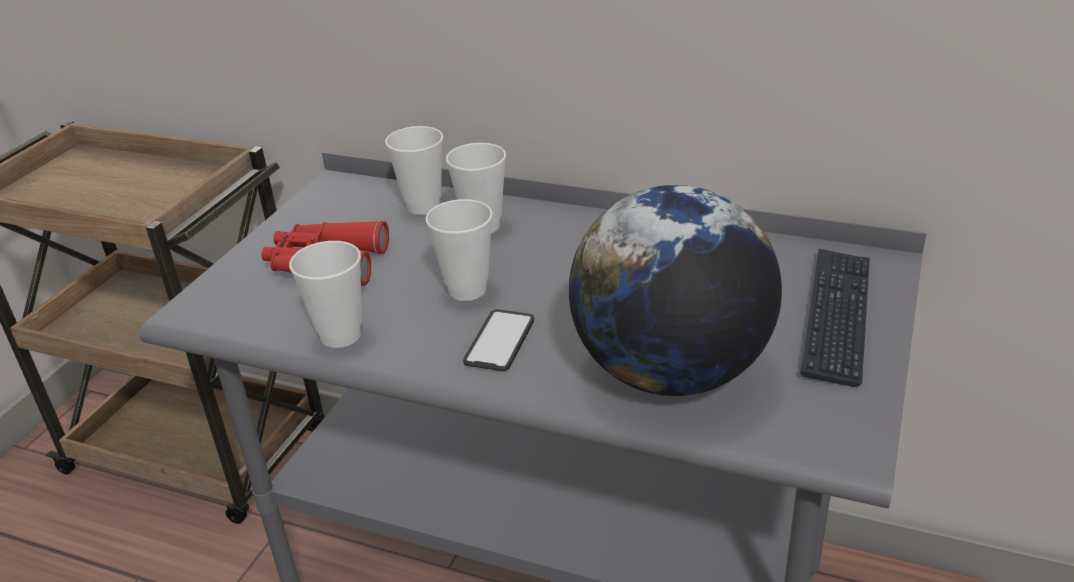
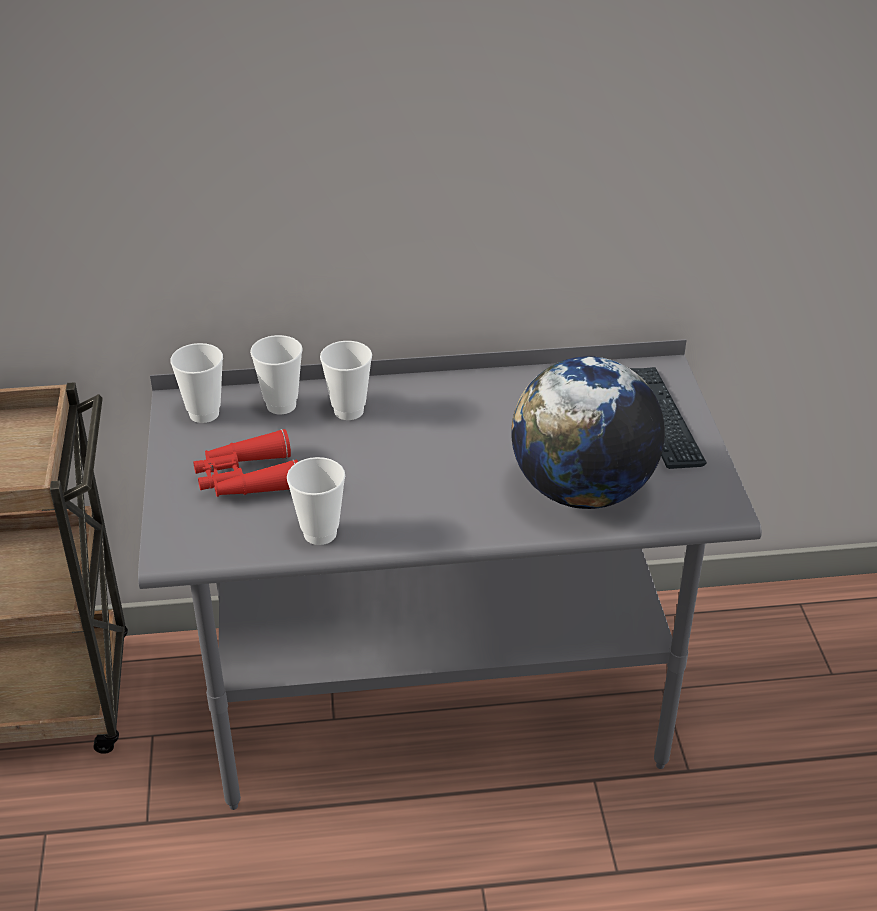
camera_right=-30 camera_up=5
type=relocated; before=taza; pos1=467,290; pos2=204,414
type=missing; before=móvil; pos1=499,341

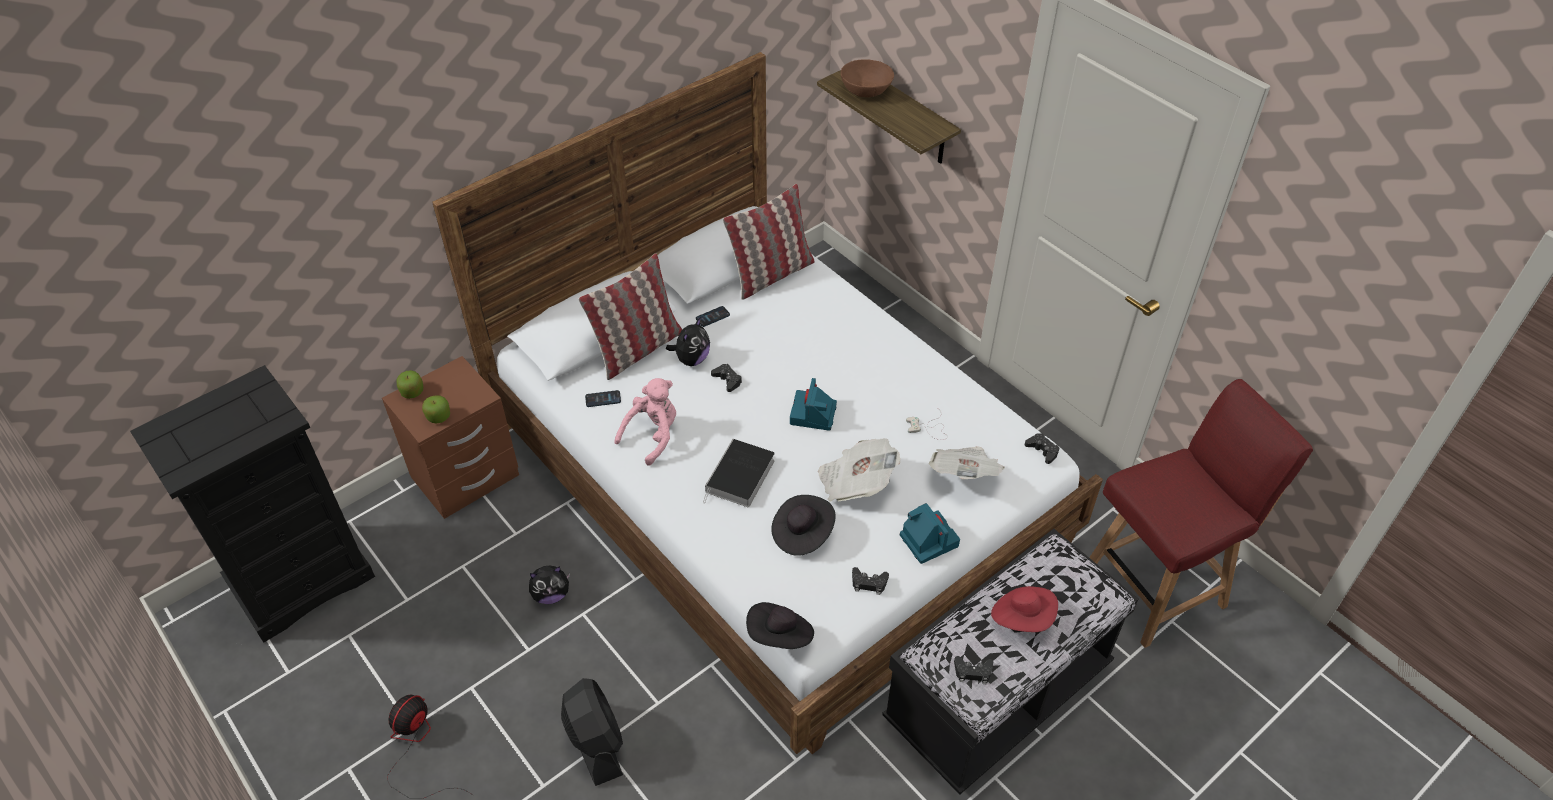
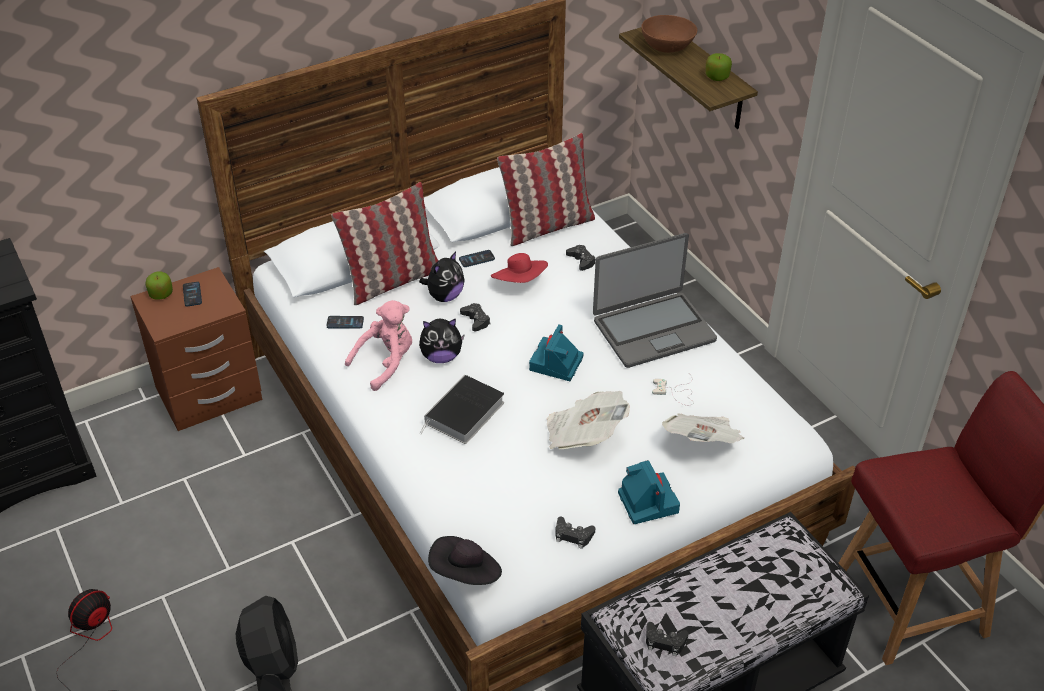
camera_right=10 camera_up=-5
type=relocated; before=manzana; pos1=438,416; pos2=717,77
type=relocated; before=mando de consola (negro); pos1=1042,450; pos2=581,260
type=missing; before=sombrero (negro); pos1=802,533
type=relocated; before=peluche; pos1=551,594; pos2=441,357
type=relocated; before=sombrero (rojo); pos1=1022,617; pos2=520,282
type=appeared; after=portátil; pos2=653,330
type=appeared; after=móvil; pos2=192,294

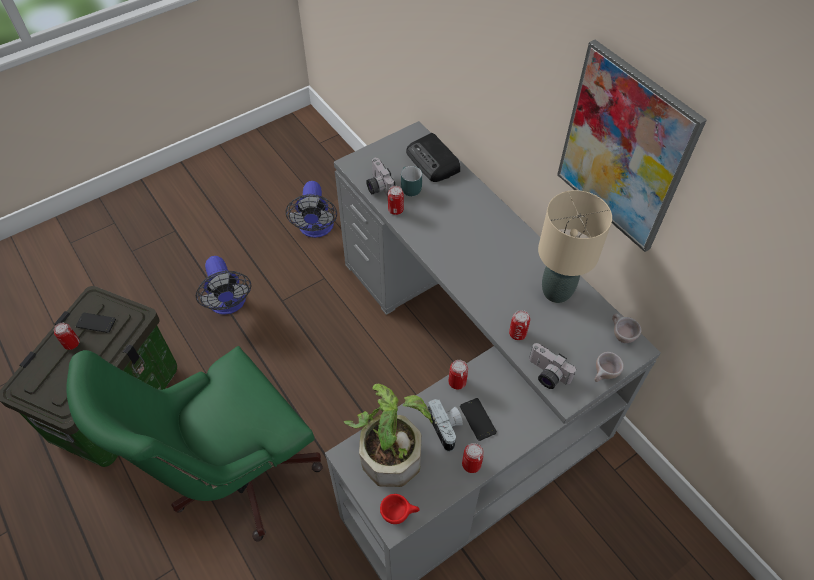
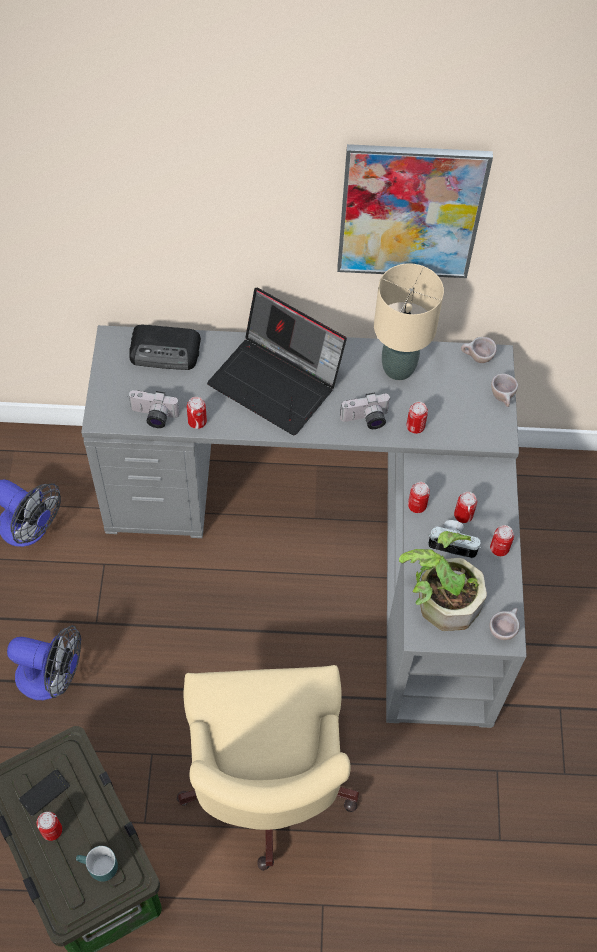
camera_right=-55 camera_up=5
type=relocated; before=taza grande (turquesa); pos1=408,188; pos2=98,869
type=relocated; before=cámara; pos1=546,374; pos2=366,420
type=colour; before=silla de oficina (verde); after=silla de oficina (beis); pos1=235,473; pos2=265,790
type=exchanged; before=móvil; after=lata; pos1=477,419; pos2=463,515
type=colour; before=taza (rojo); after=taza (beis); pos1=399,514; pos2=503,629
type=appeared; after=portátil; pos2=277,382

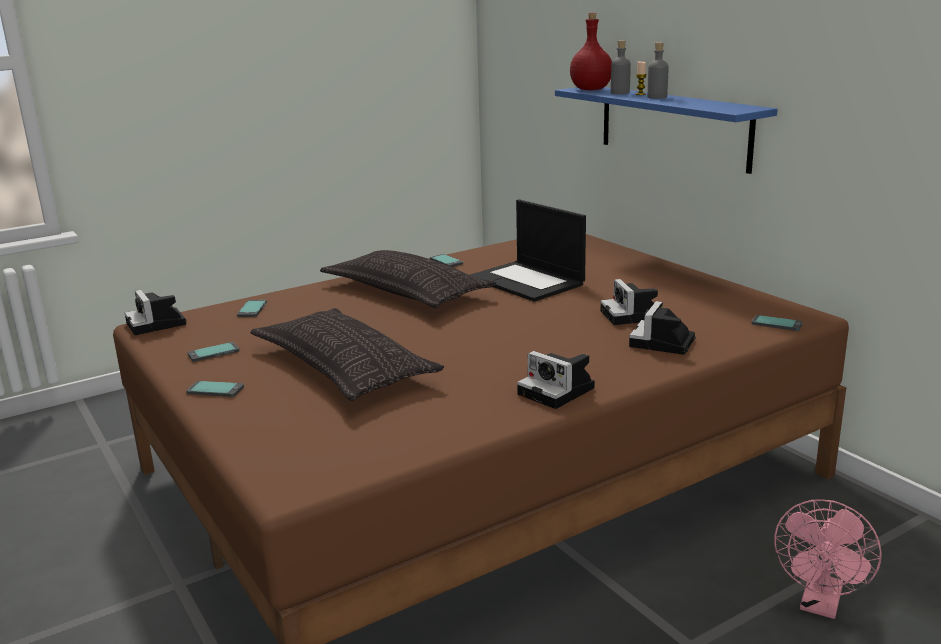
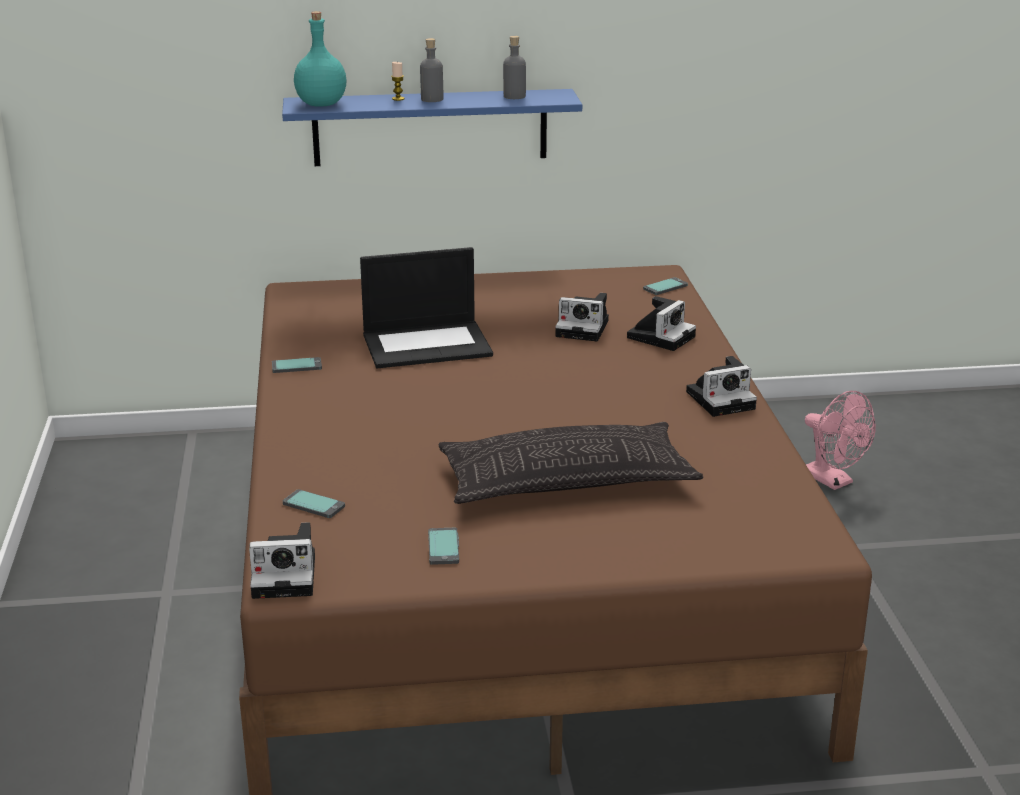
camera_right=-65 camera_up=5
type=colour; before=botella (rojo); after=botella (turquesa); pos1=591,89; pos2=321,104
type=relocated; before=botella (gris); pos1=620,93; pos2=514,96
type=missing; before=cojín; pos1=406,291
type=spun; before=cámara; pos1=662,343; pos2=661,336; turn=-105
type=missing; before=móvil; pos1=215,390

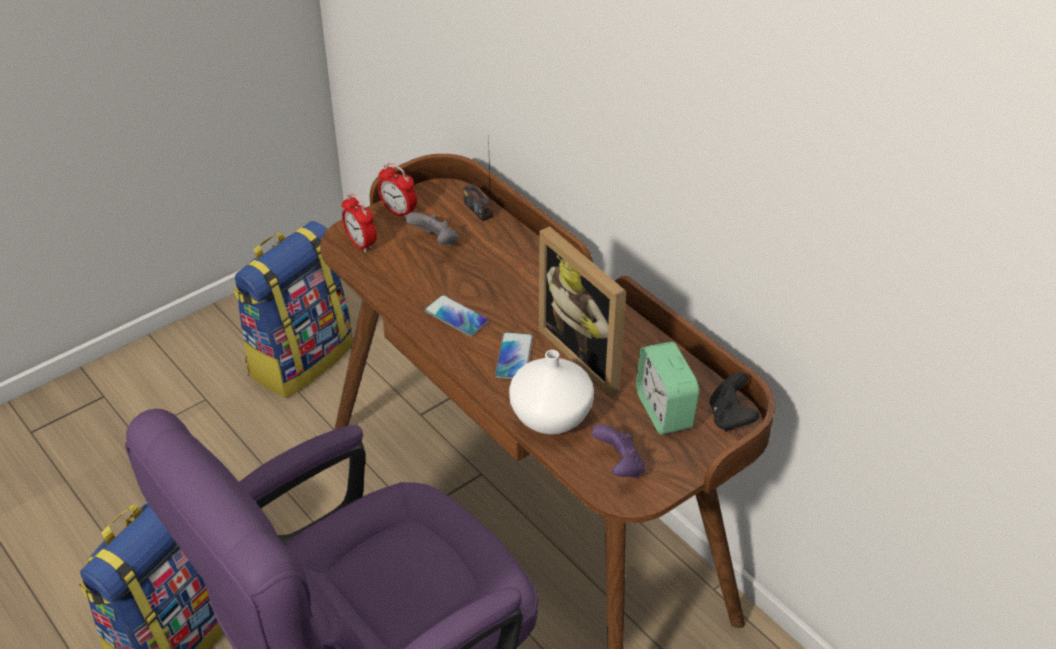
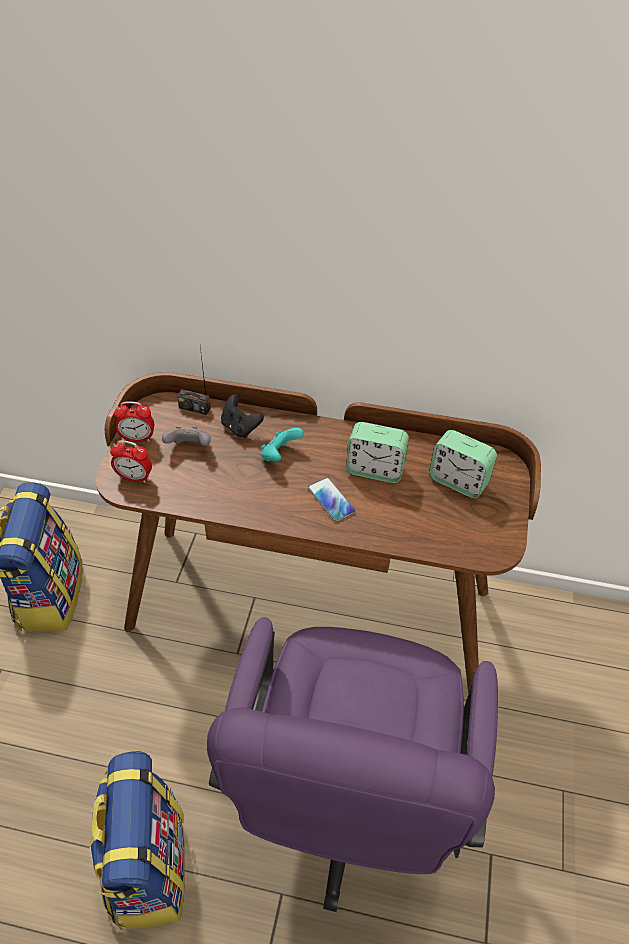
camera_right=-40 camera_up=5
type=exchanged; before=portarretratos; after=despertador; pos1=589,354; pos2=375,470
type=missing; before=móvil; pos1=456,317
type=missing; before=florero (blanco); pos1=552,417
type=relocated; before=mando de consola (negro); pos1=730,417; pos2=240,427
type=missing; before=mando de consola (morado); pos1=619,466
type=appeared; after=mando de consola (turquesa); pos2=280,455

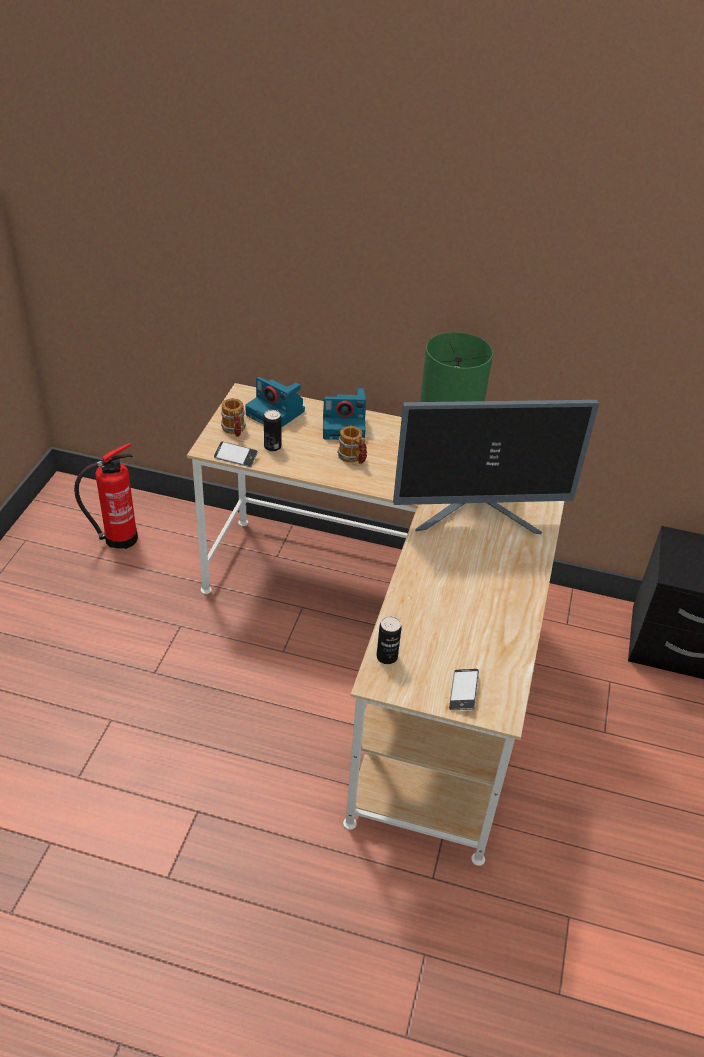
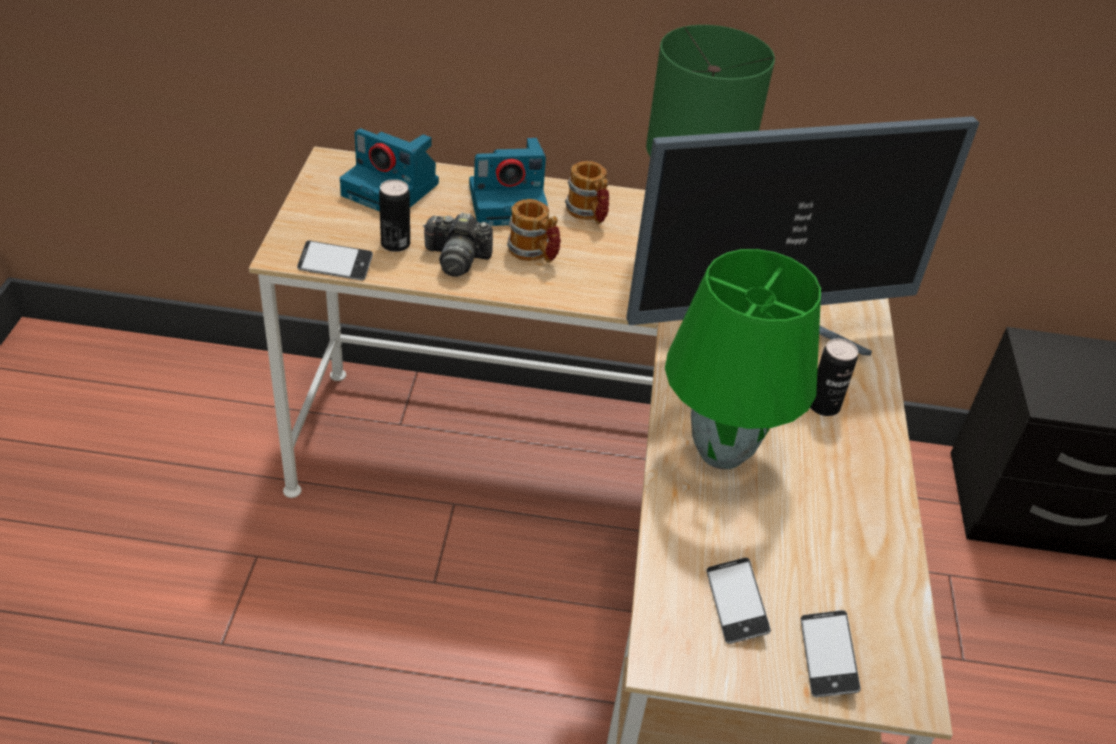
camera_right=-10 camera_up=0
type=relocated; before=taza grande; pos1=234,430; pos2=589,214
type=missing; before=extintor; pos1=117,539
type=relocated; before=lata; pos1=387,656; pos2=823,406
type=appeared; after=cámara; pos2=457,259
type=appeared; after=lámpara de mesa (verde); pos2=722,451
type=appeared; after=móvil; pos2=736,605

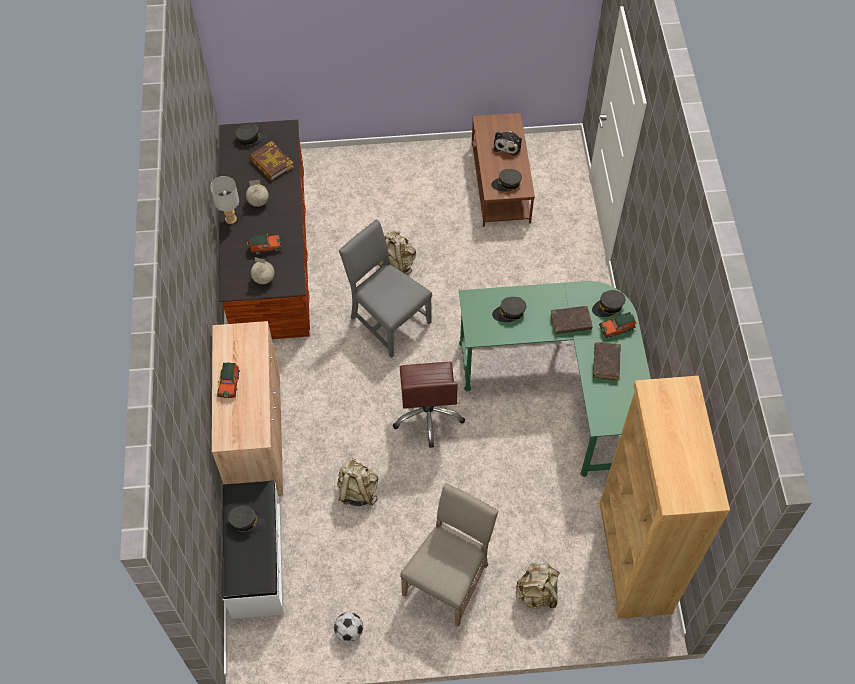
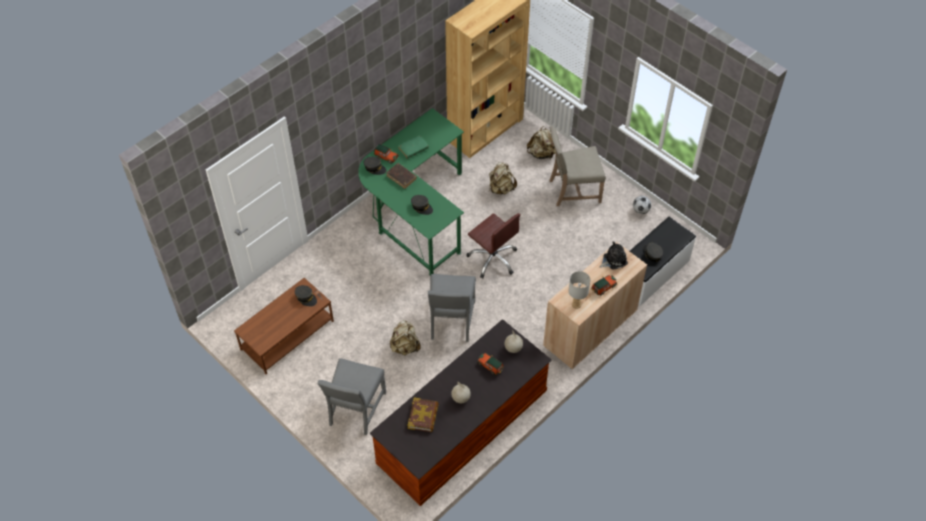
camera_right=-130 camera_up=-5
type=missing; before=gorra (gris); pos1=251,138
type=relocated; before=peluche; pos1=508,144; pos2=613,260
type=relocated; before=lámpara de mesa (gris); pos1=231,219; pos2=576,304
type=colour; before=libro (marrón); after=libro (verde); pos1=606,363; pos2=413,149
type=spun; before=silla de oficina (marrón); pos1=428,415; pos2=493,259; turn=90
type=relocated; before=mochila (beis); pos1=357,491; pos2=501,188
type=appeared; after=silla (gris); pos2=355,410

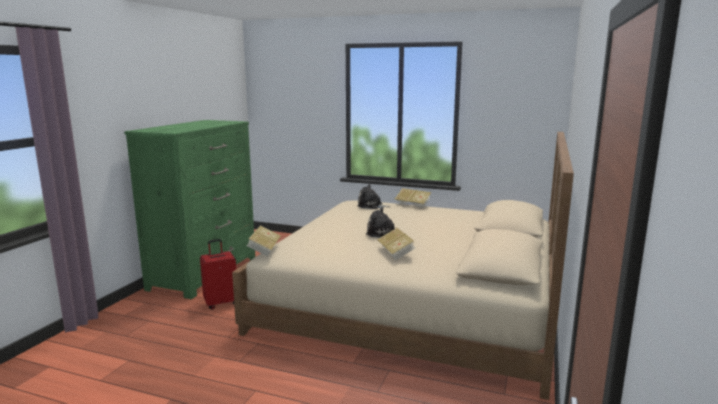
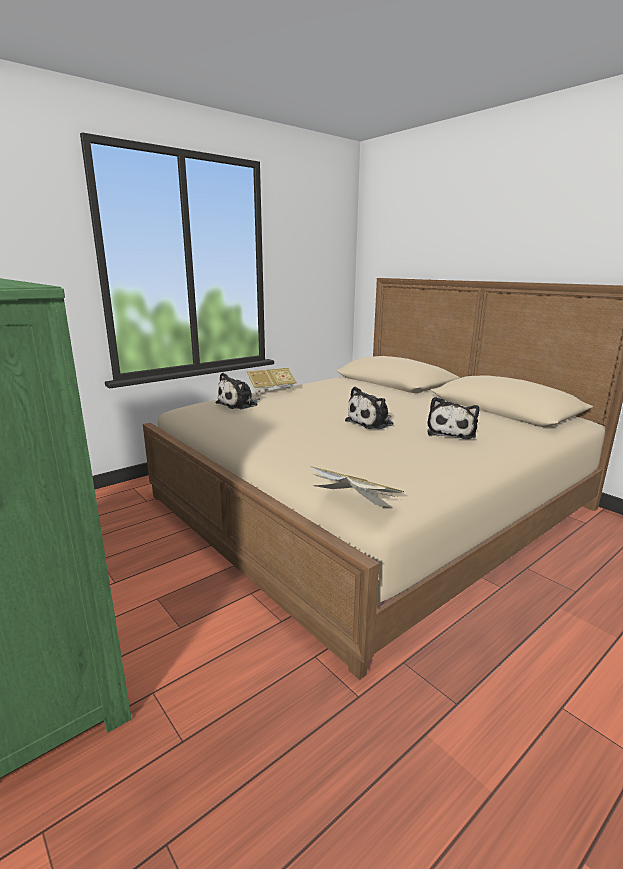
camera_right=-60 camera_up=5
type=exchanged; before=libro; after=peluche; pos1=396,253; pos2=451,432
type=missing; before=maleta (rojo); pos1=221,303

